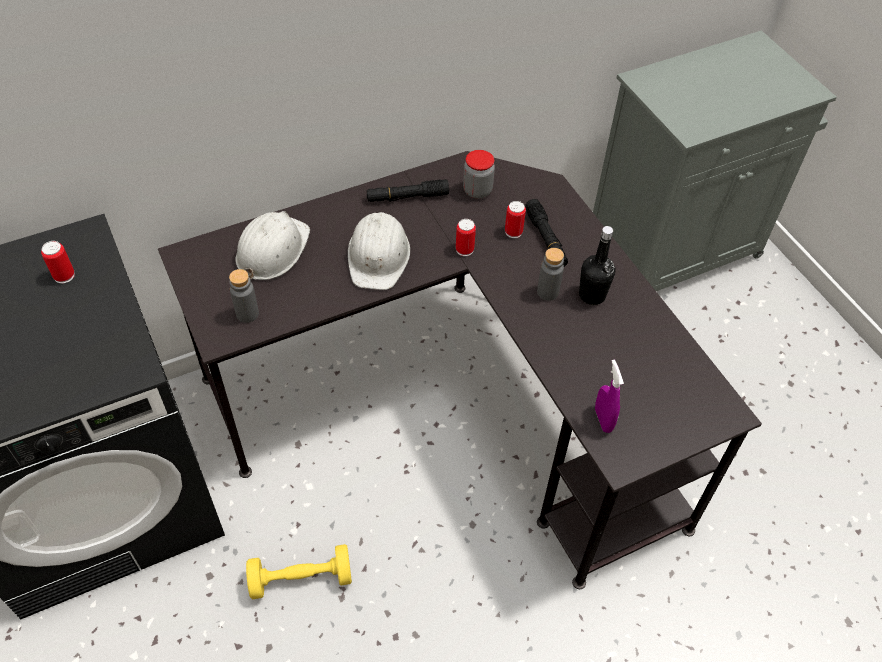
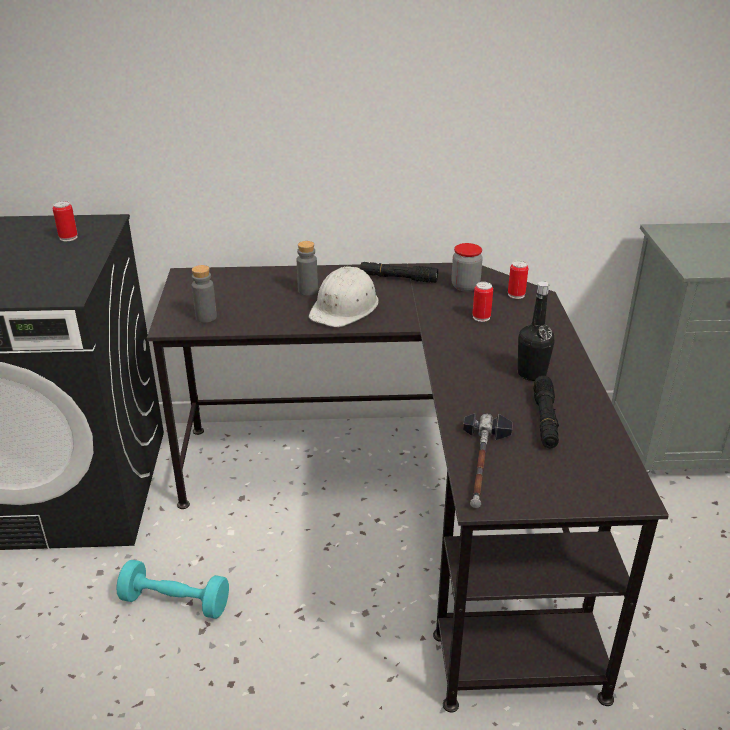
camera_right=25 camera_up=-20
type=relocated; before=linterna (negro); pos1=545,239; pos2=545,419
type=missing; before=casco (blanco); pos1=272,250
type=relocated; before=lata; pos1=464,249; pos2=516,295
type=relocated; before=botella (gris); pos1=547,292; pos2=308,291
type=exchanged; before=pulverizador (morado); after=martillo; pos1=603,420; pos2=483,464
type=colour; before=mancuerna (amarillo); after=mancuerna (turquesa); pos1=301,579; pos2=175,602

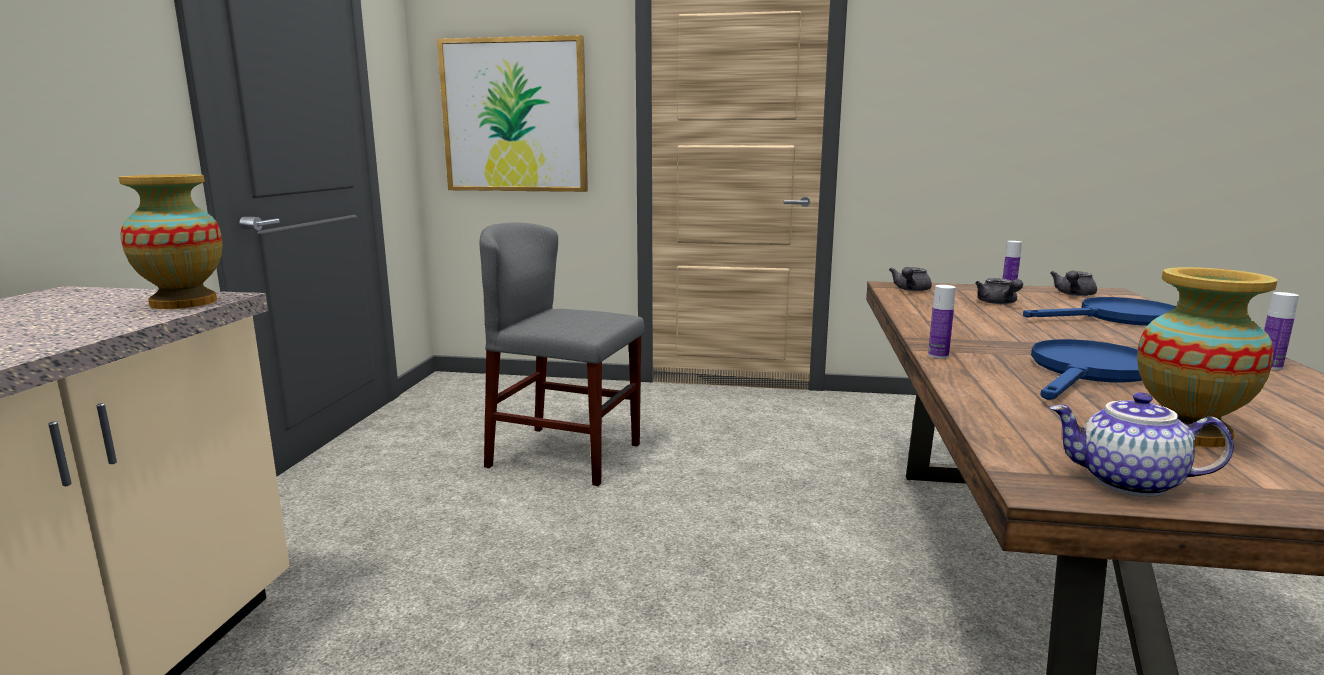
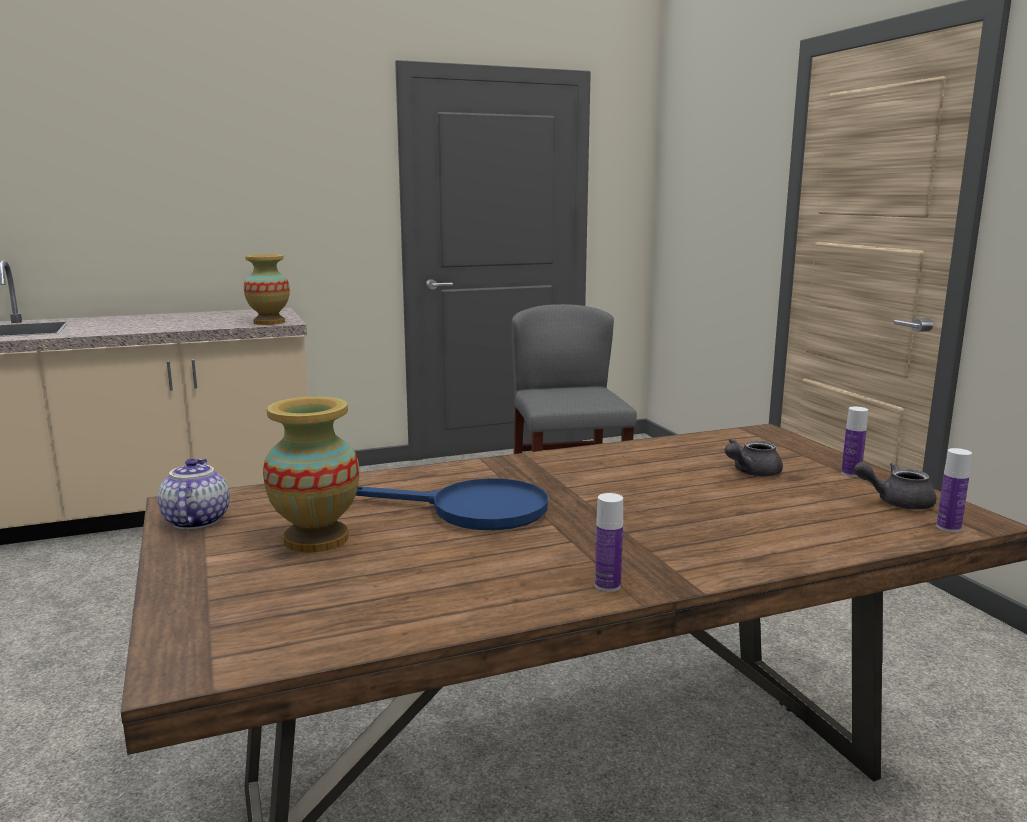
camera_right=60 camera_up=0
type=missing; before=cuadro; pos1=514,116
type=missing; before=tetera (gris); pos1=910,290
type=relocated; before=botella; pos1=938,356; pos2=948,527
type=missing; before=sartén (azul); pos1=1117,318

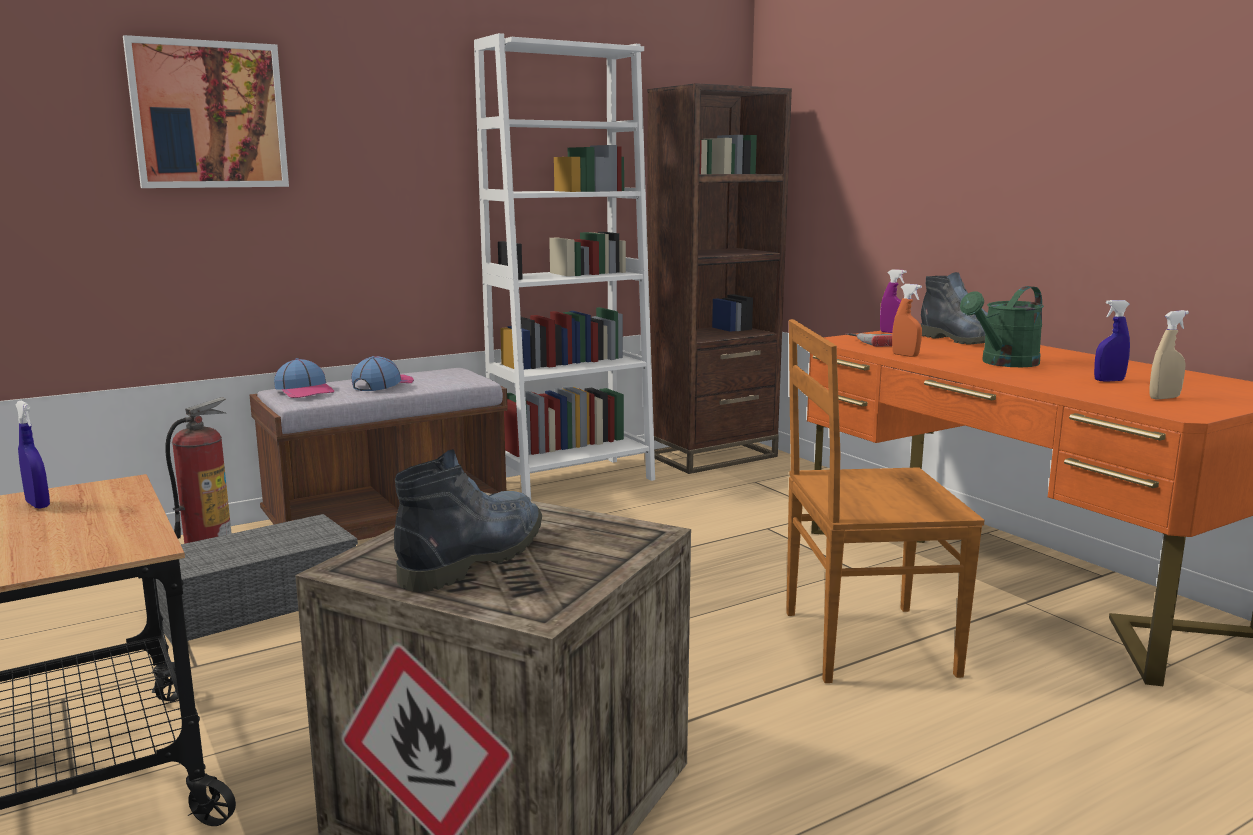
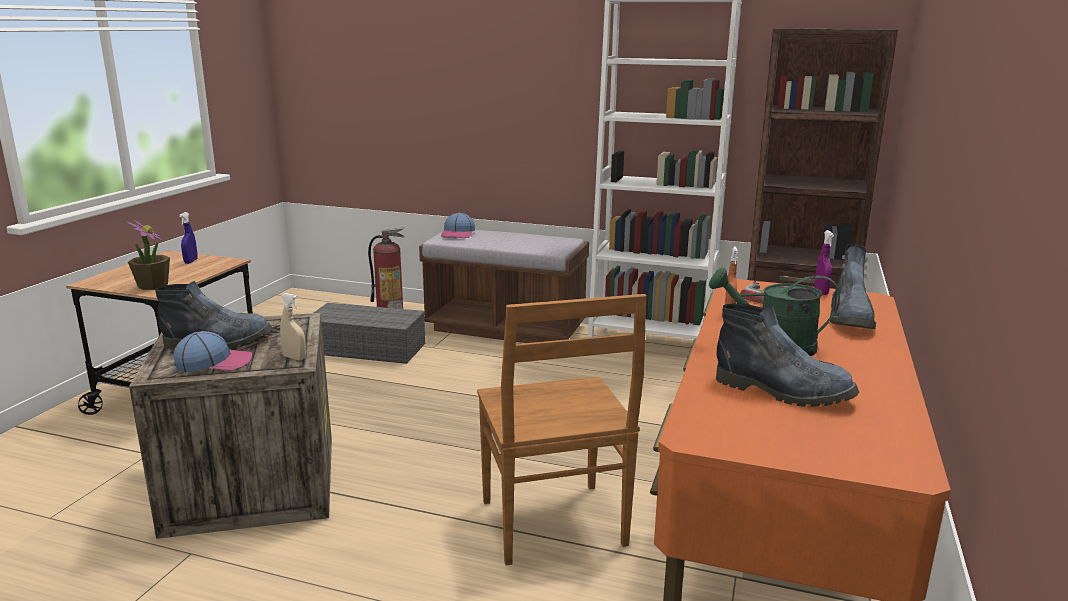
camera_right=50 camera_up=5
type=missing; before=cuadro; pos1=209,115
type=exchanged; before=pulverizador (azul); after=bota; pos1=1109,380; pos2=785,392
type=relocated; before=pulverizador (beis); pos1=1164,398; pos2=294,358
type=spun; before=silla (marrón); pos1=862,643; pos2=553,525; turn=-150
type=relocated; before=gorra; pos1=382,384; pos2=214,362
type=appeared; after=planta en maceta; pos2=153,285

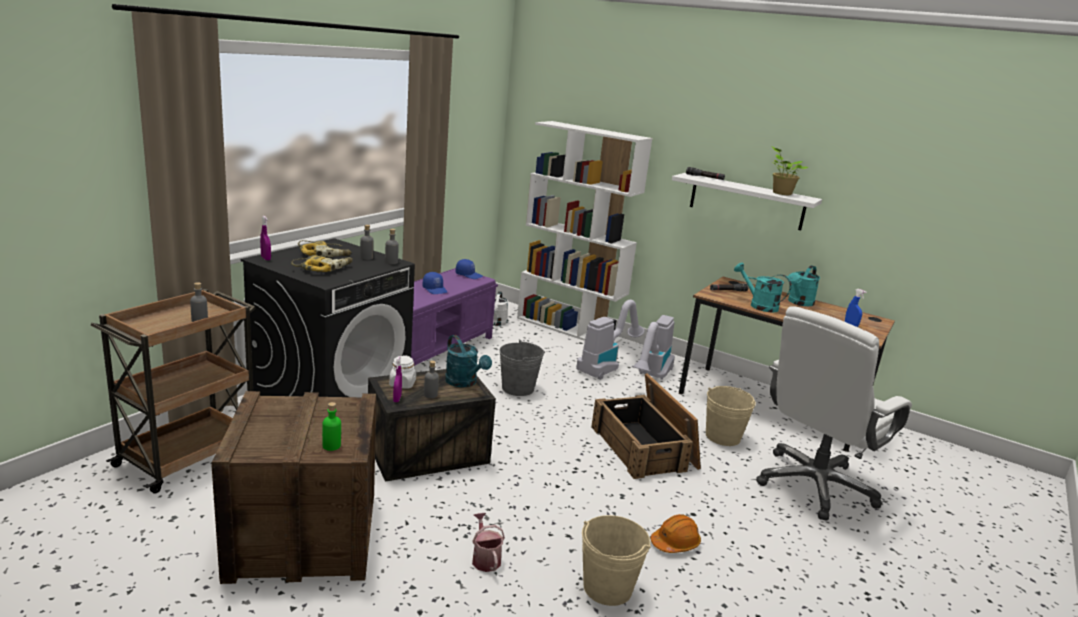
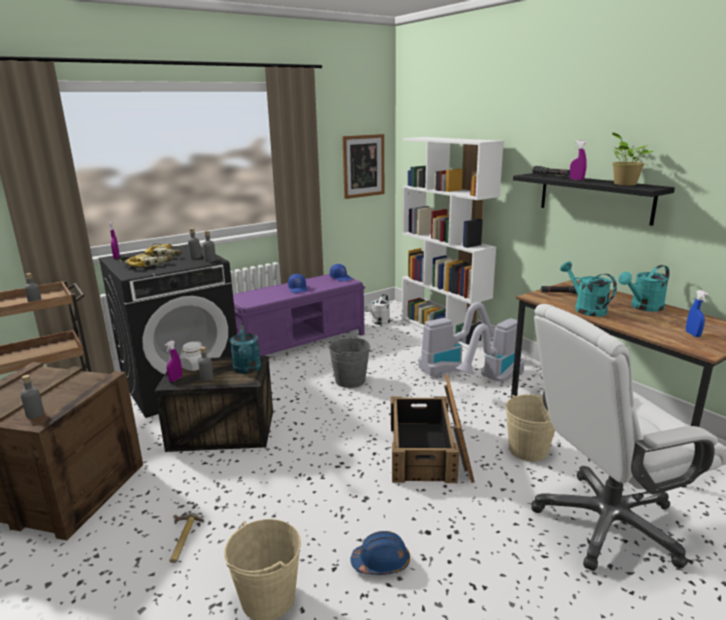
camera_right=25 camera_up=0
type=colour; before=estante (blanco); after=estante (negro); pos1=746,201; pos2=595,197
type=colour; before=botella (verde); after=botella (gris); pos1=331,446; pos2=35,414
type=exchanged; before=regadera; after=martillo; pos1=485,558; pos2=181,540
type=colour; before=casco (naranja); after=casco (azul); pos1=675,543; pos2=381,562
type=appeared; after=cuadro; pos2=363,166
type=appeared; after=pulverizador (morado); pos2=576,179

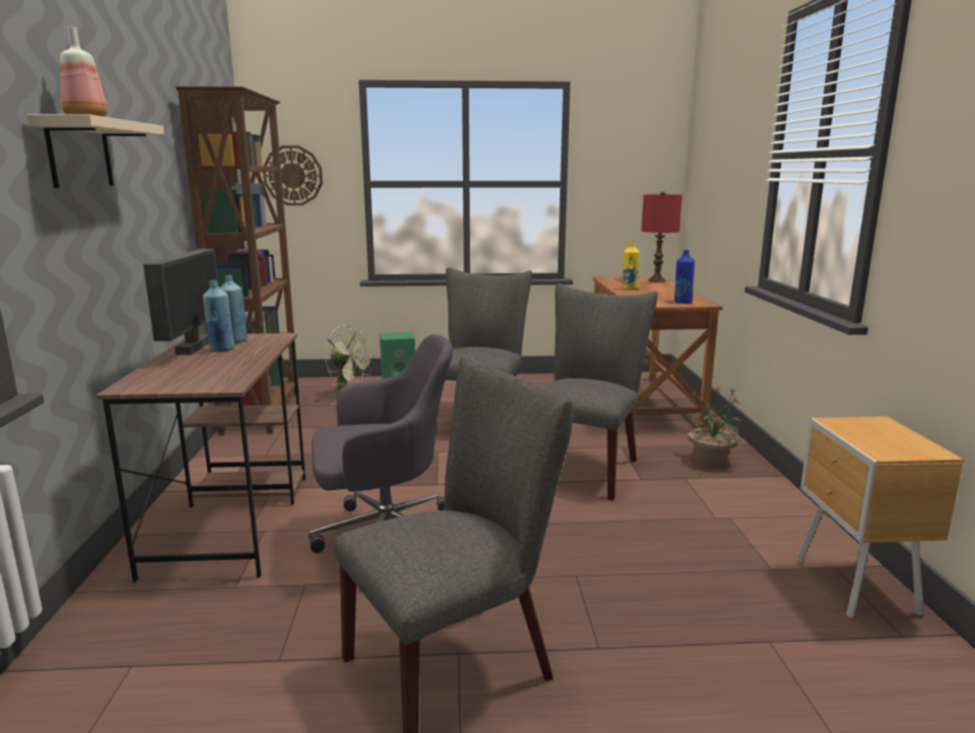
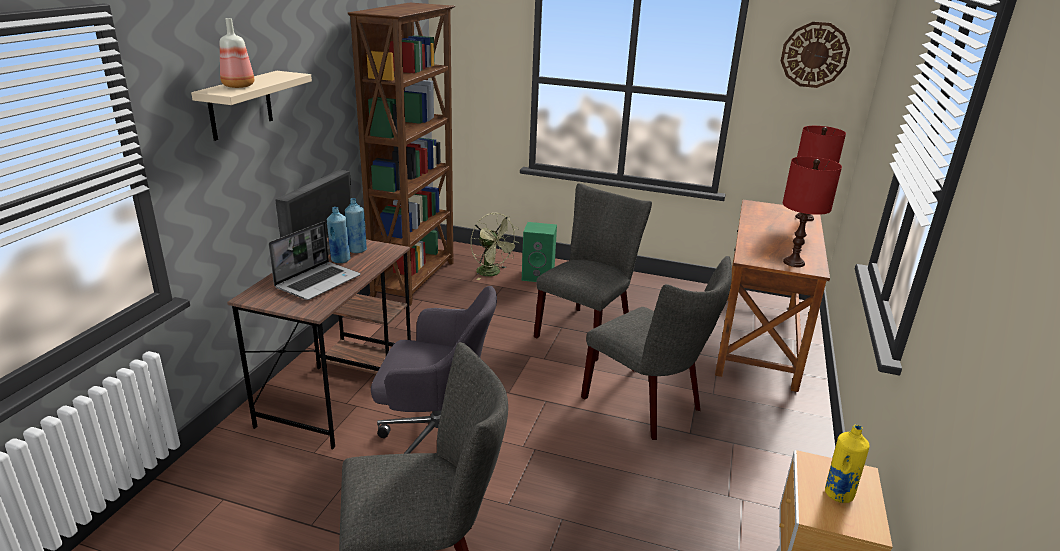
camera_right=20 camera_up=10
type=relocated; before=reloj de pared; pos1=293,175; pos2=814,55
type=relocated; before=botella (amarillo); pos1=629,288; pos2=838,494
type=exchanged; before=botella (azul); after=lámpara de mesa (rojo); pos1=682,302; pos2=793,262
type=spun; before=silla (gris); pos1=586,467; pos2=648,406; turn=90
type=missing; before=planta en maceta; pos1=710,461
type=appeared; after=portátil; pos2=318,282

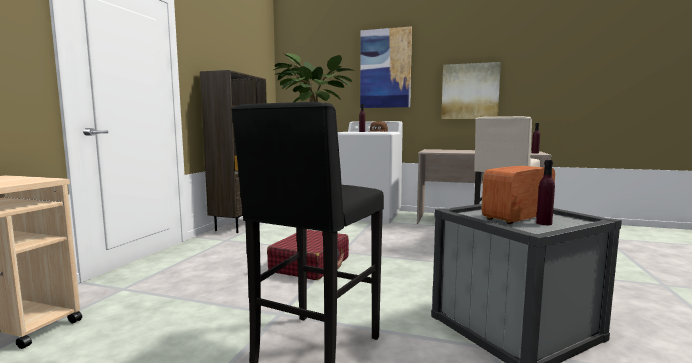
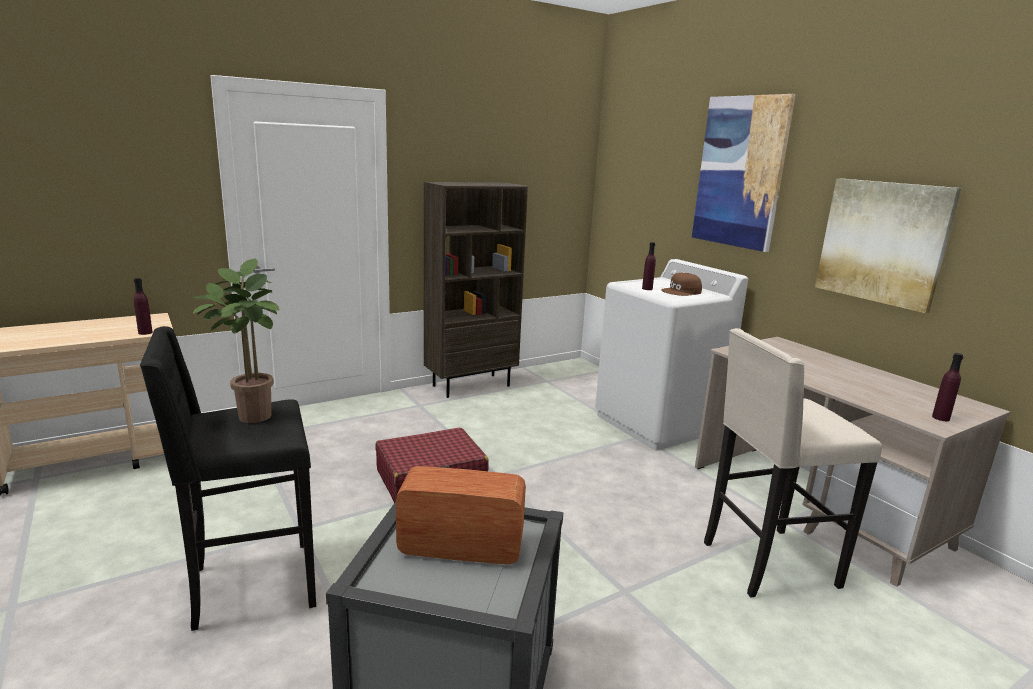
camera_right=40 camera_up=10
type=relocated; before=botella (morado); pos1=544,223; pos2=145,332

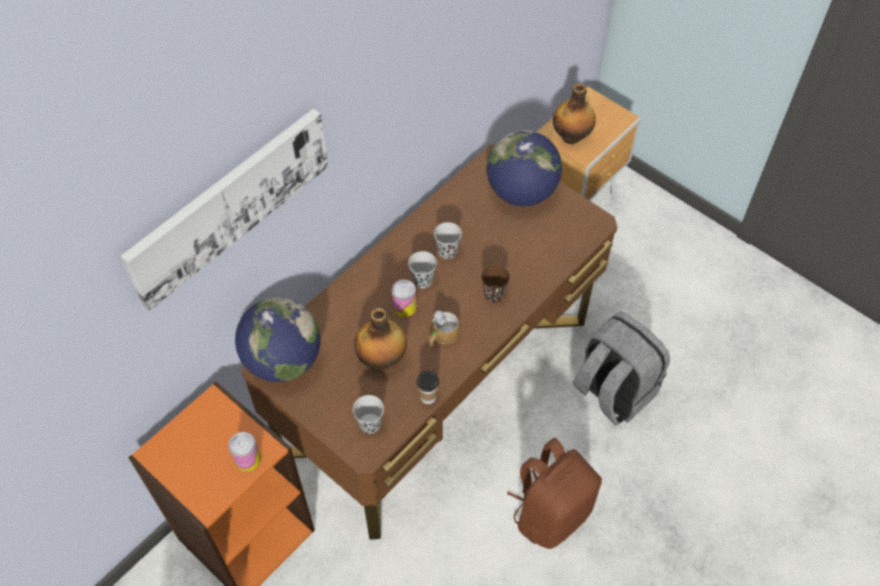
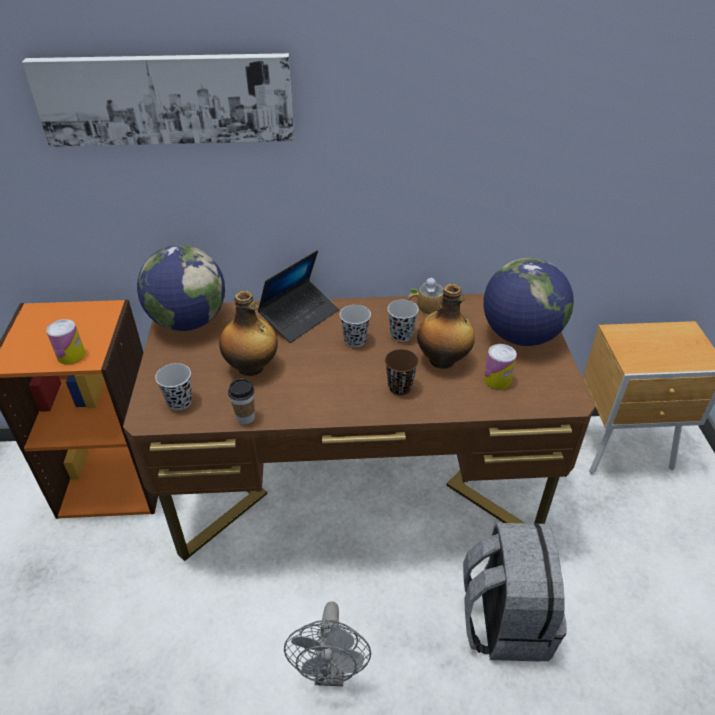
camera_right=45 camera_up=-15
type=relocated; before=botella; pos1=572,136; pos2=443,360
type=relocated; before=lata; pos1=404,307; pos2=497,380
type=relocated; before=taza grande; pos1=442,336; pos2=425,307
type=exchanged; before=mochila (marrón); after=ventilador (gris); pos1=551,512; pos2=331,671
type=appeared; after=portátil; pos2=299,317

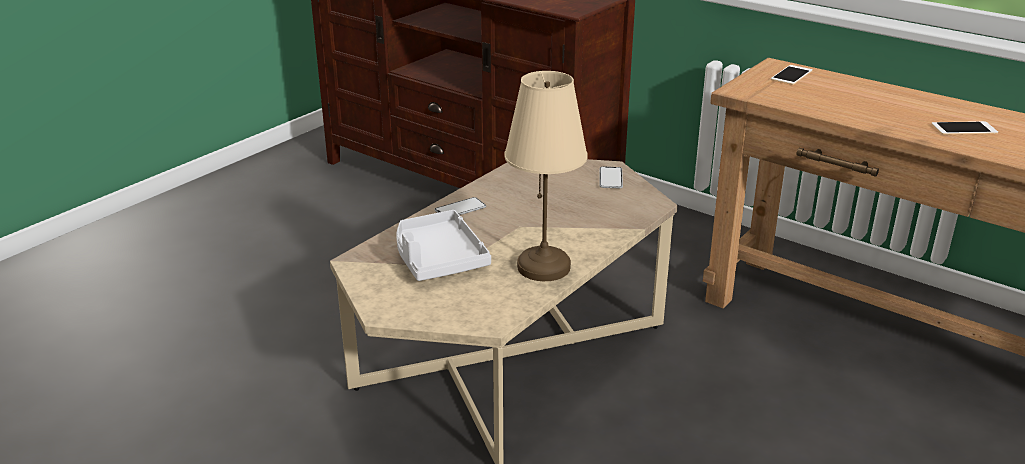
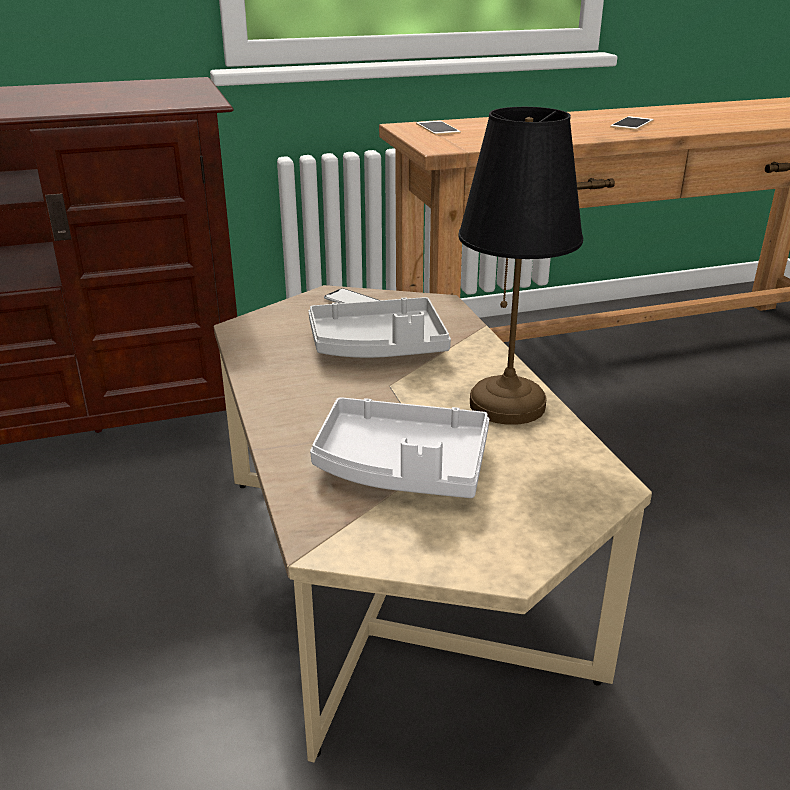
camera_right=-55 camera_up=0
type=colour; before=lámpara de mesa (beis); after=lámpara de mesa (negro); pos1=545,267; pos2=508,404
type=missing; before=móvil; pos1=460,209
type=appeared; after=bandeja (gris); pos2=378,347

